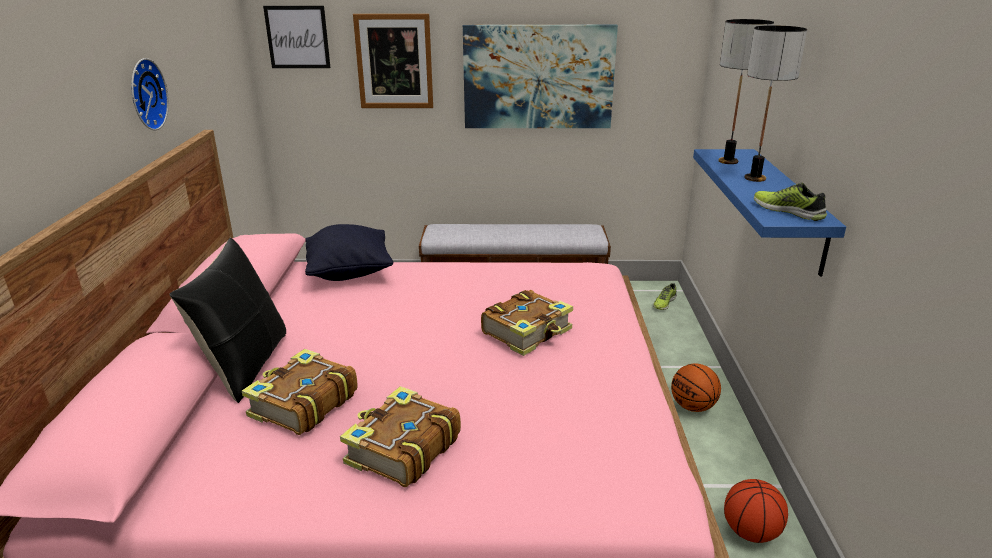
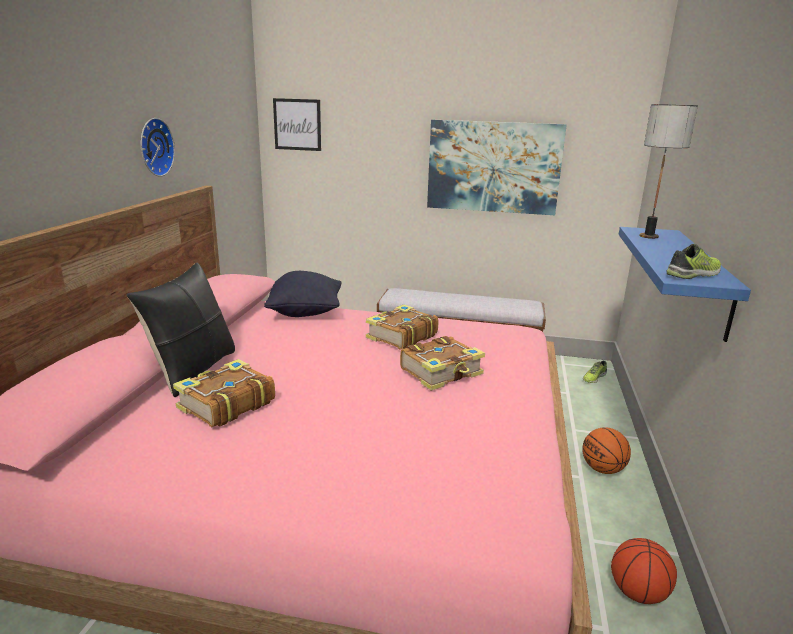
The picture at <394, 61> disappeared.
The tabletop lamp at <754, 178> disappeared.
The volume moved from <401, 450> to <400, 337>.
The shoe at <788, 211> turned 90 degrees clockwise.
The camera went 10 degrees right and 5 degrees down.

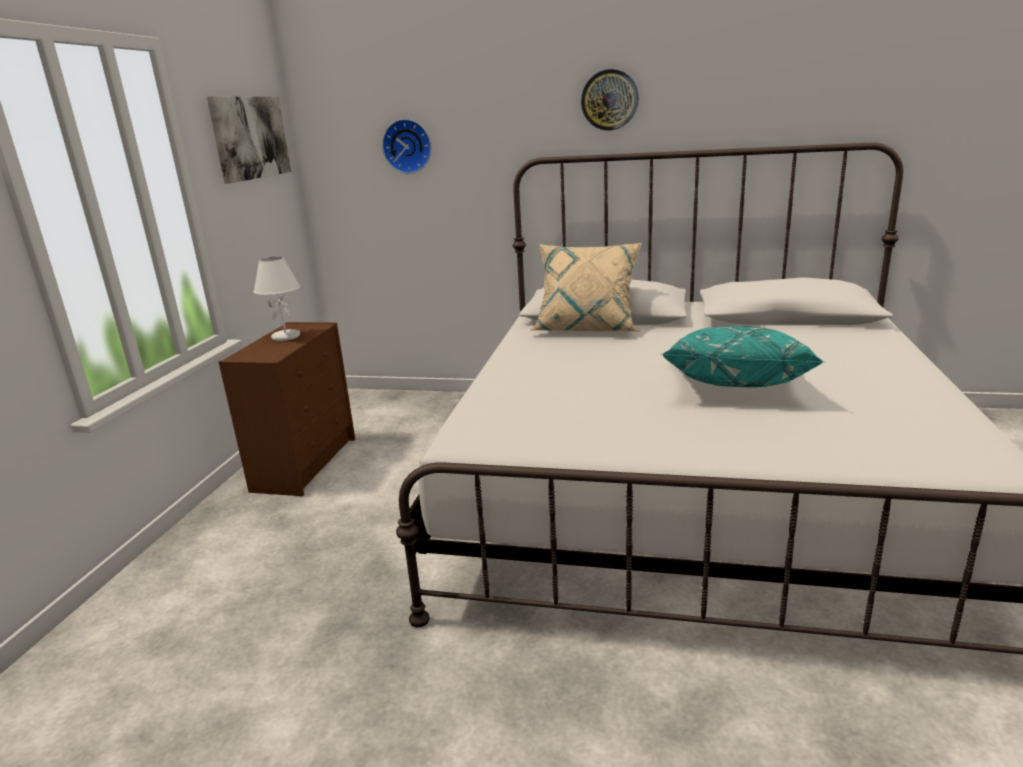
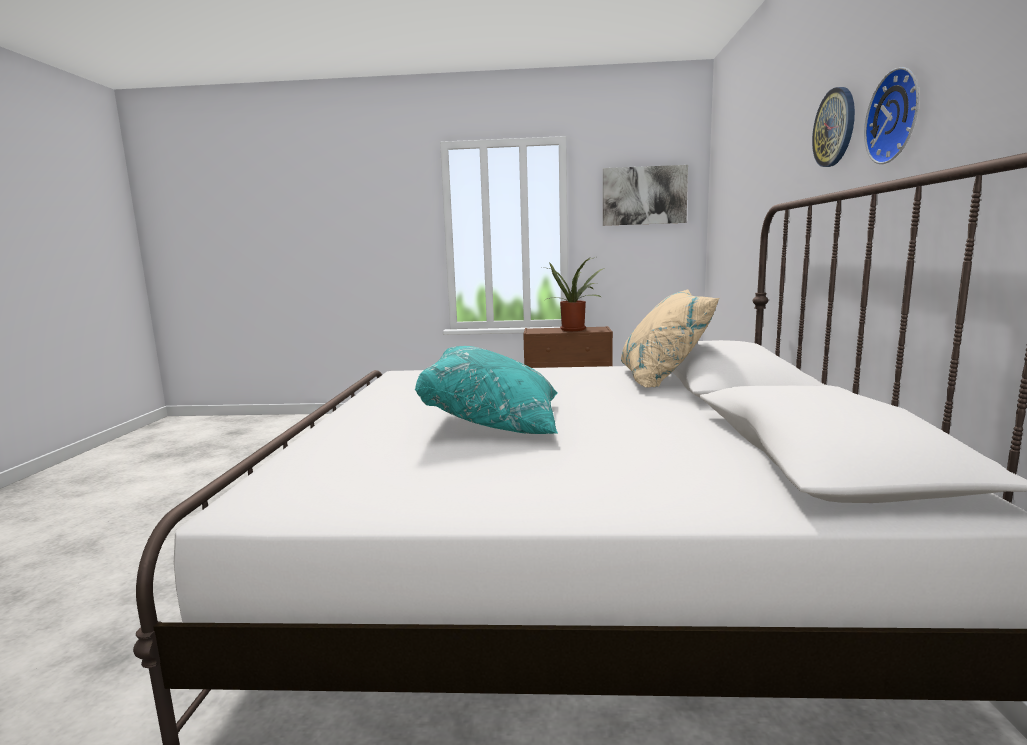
The wall clock moved from <408, 146> to <897, 116>.
The white tabletop lamp at <286, 337> was replaced by the houseplant at <574, 329>.
The camera went 80 degrees right and 10 degrees down.

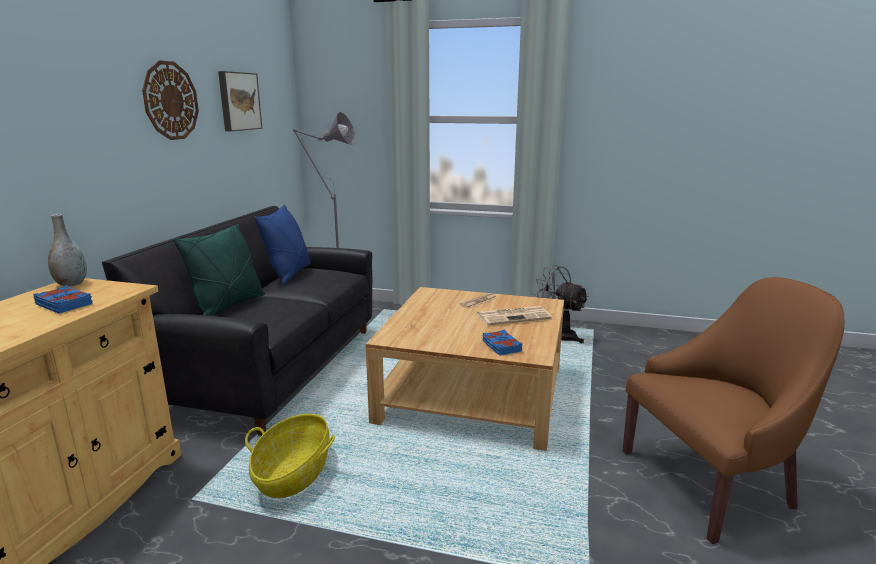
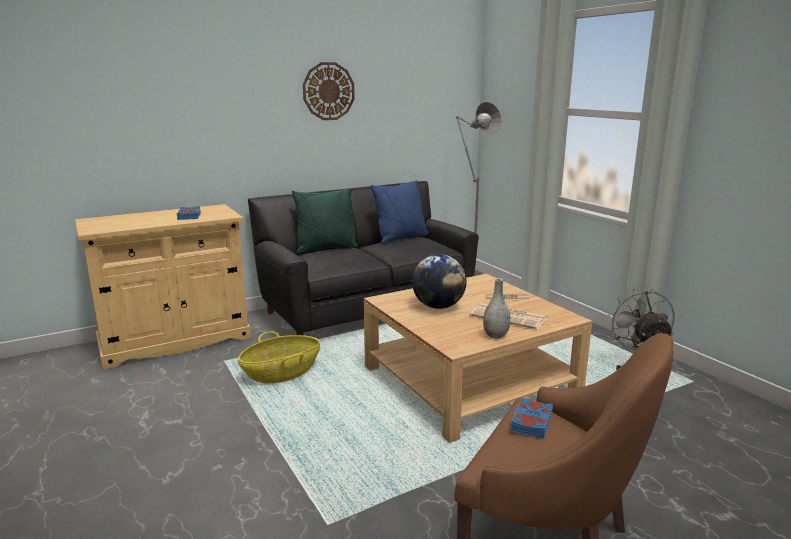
The picture at <238, 101> disappeared.
The globe at <438, 306> appeared.
The gray decorative vase moved from <71, 284> to <495, 335>.
The blue-coloured volume moved from <501, 346> to <530, 422>.
The camera went 45 degrees right and 0 degrees up.

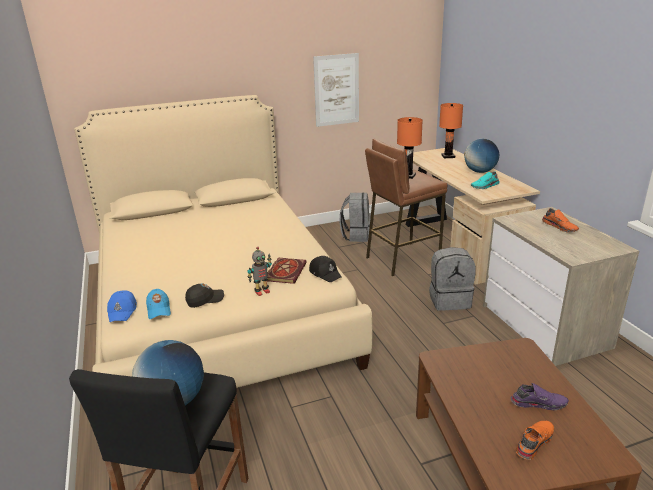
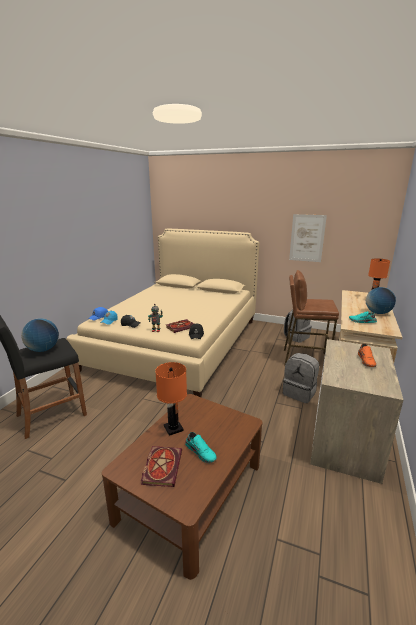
The orangey tabletop lamp moved from <408, 176> to <173, 428>.
The orangey shoe at <533, 442> was replaced by the volume at <161, 466>.
The purple shoe at <538, 403> became the blue-green shoe at <201, 452>.
The camera went 40 degrees right and 5 degrees down.

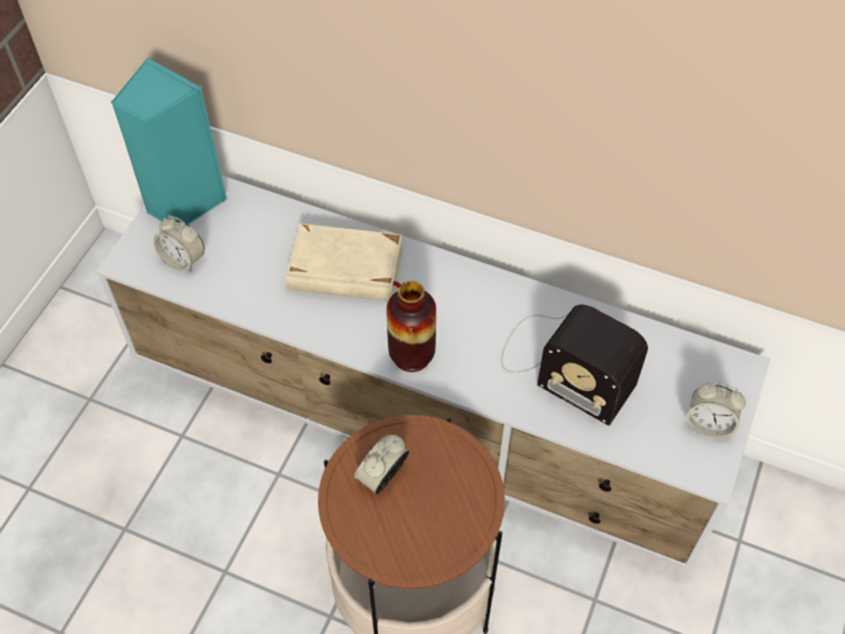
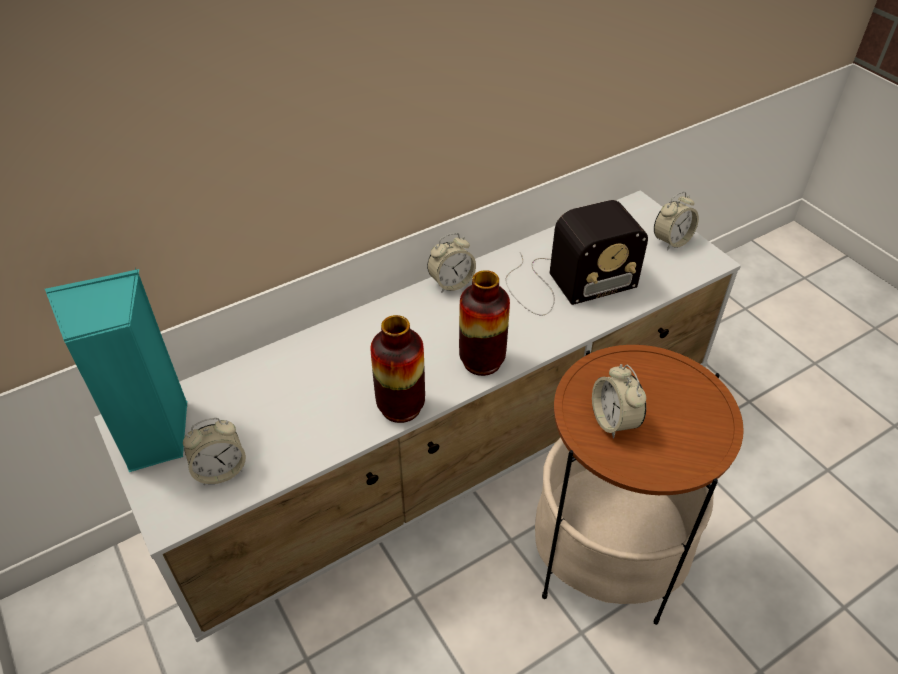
The beige volume at <346, 269> disappeared.
The decorative vase at <401, 407> appeared.
The bedside clock at <451, 283> appeared.
The camera went 55 degrees left and 10 degrees down.

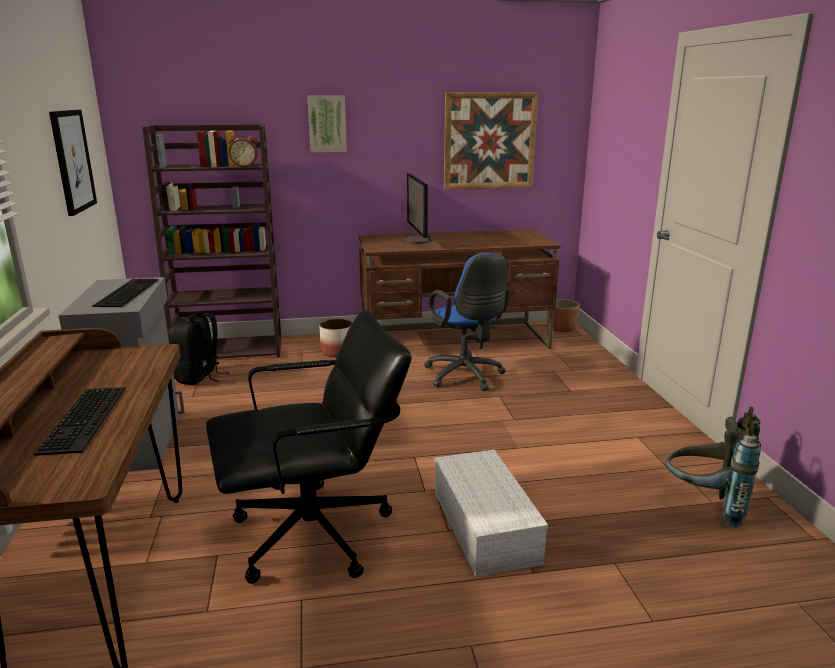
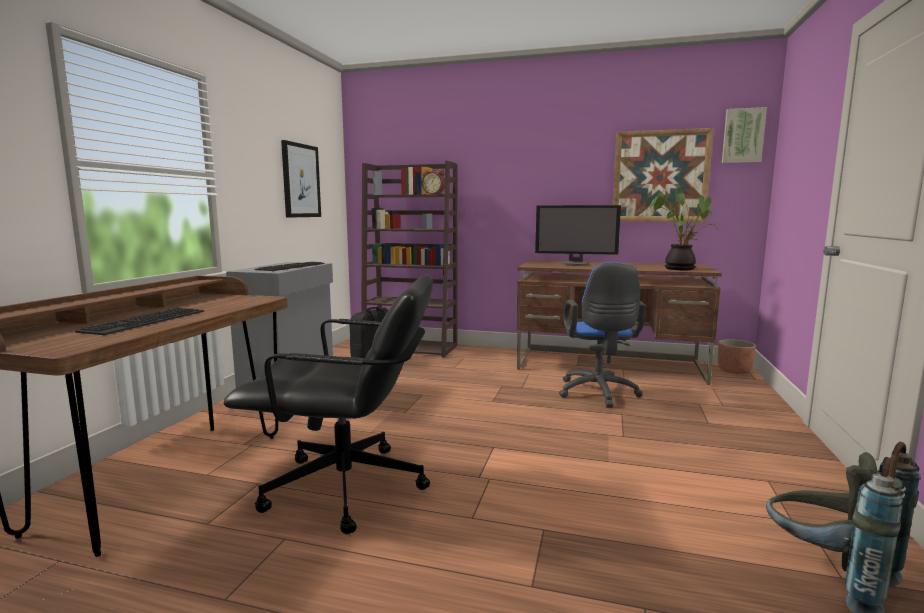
The plant pot at <337, 351> disappeared.
The white storage bin at <487, 527> disappeared.
The houseplant at <680, 268> appeared.
The picture moved from <327, 124> to <743, 136>.
The computer display at <417, 241> turned 90 degrees counterclockwise.
The camera went 25 degrees right and 10 degrees down.

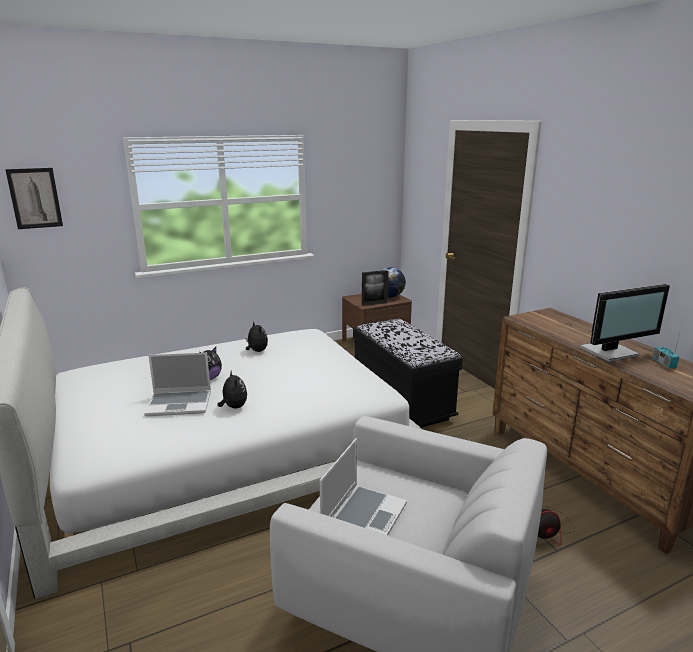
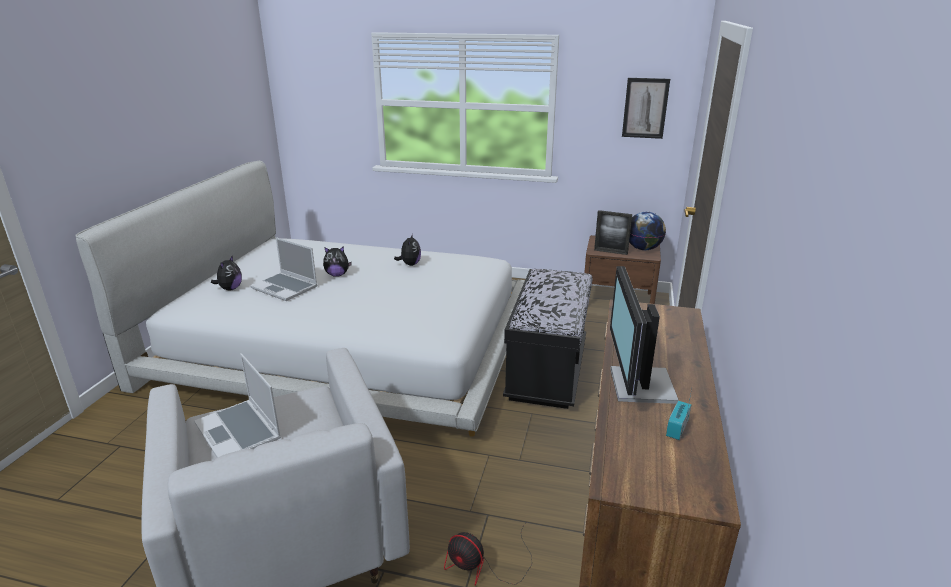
The picture moved from <35, 198> to <645, 108>.
The plush toy moved from <234, 407> to <230, 289>.
The portable computer at <363, 518> turned 75 degrees clockwise.
The computer display at <611, 352> turned 75 degrees clockwise.
The camera went 40 degrees right and 5 degrees up.

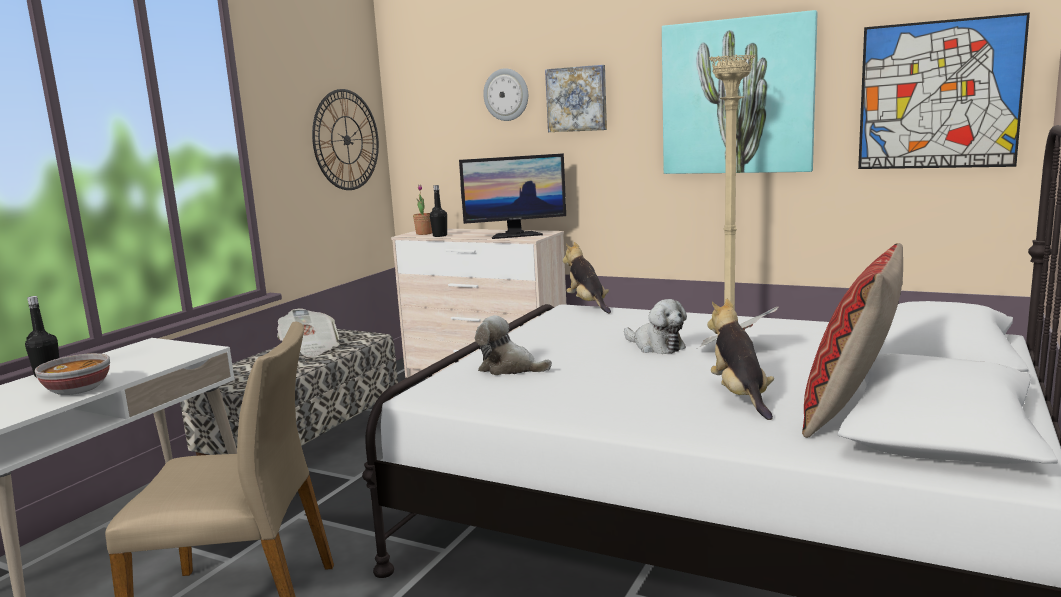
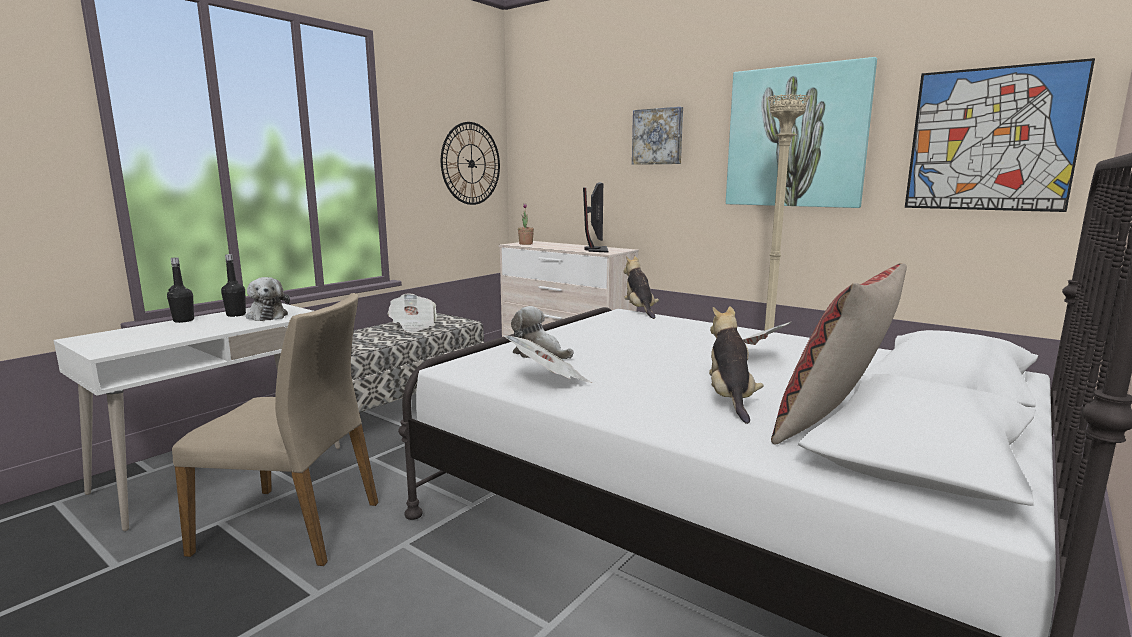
The serving bowl at <78, 390> disappeared.
The wall clock at <506, 94> disappeared.
The printed paper at <548, 381> appeared.
The black bottle moved from <440, 236> to <236, 315>.
The plush toy moved from <656, 346> to <267, 316>.
The computer display at <515, 235> turned 90 degrees counterclockwise.
The camera went 10 degrees right and 0 degrees up.

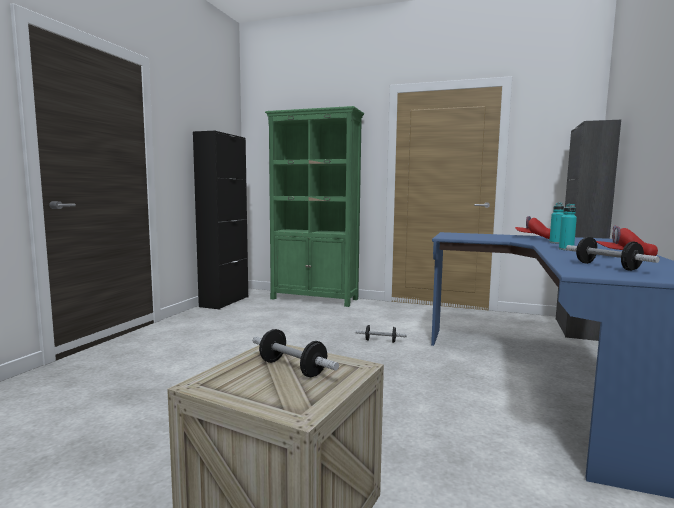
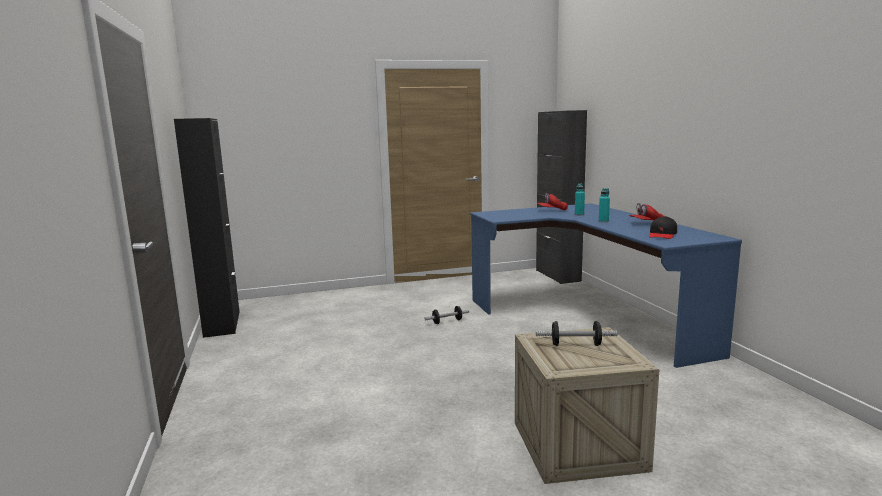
The green-coloured bookcase at <315, 299> disappeared.
The hand weight at <607, 266> was replaced by the black baseball cap at <662, 235>.
The camera went 35 degrees left and 5 degrees up.

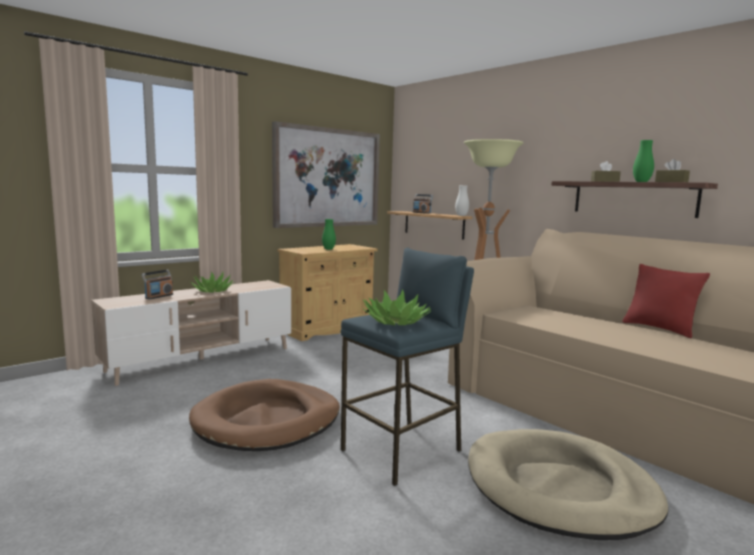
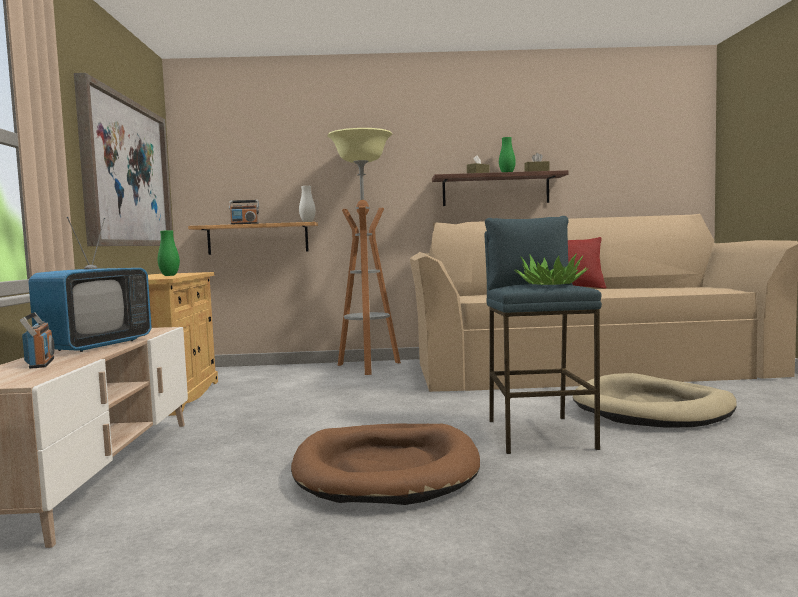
The houseplant at <213, 291> was replaced by the TV set at <96, 345>.
The camera went 50 degrees left and 5 degrees down.

